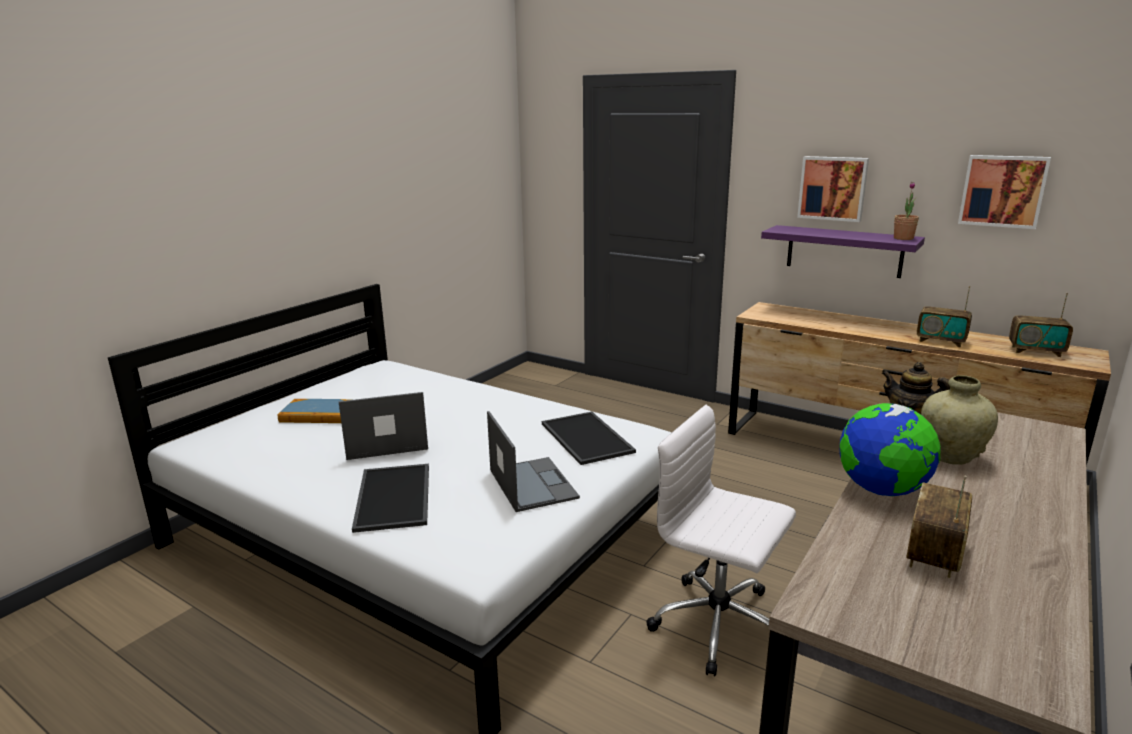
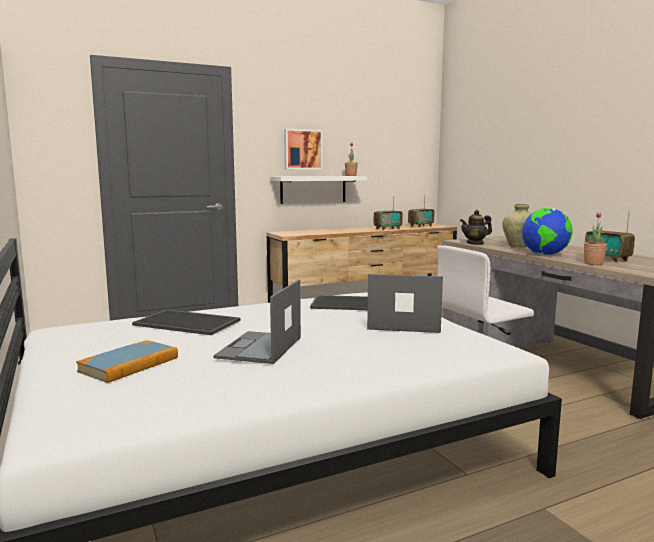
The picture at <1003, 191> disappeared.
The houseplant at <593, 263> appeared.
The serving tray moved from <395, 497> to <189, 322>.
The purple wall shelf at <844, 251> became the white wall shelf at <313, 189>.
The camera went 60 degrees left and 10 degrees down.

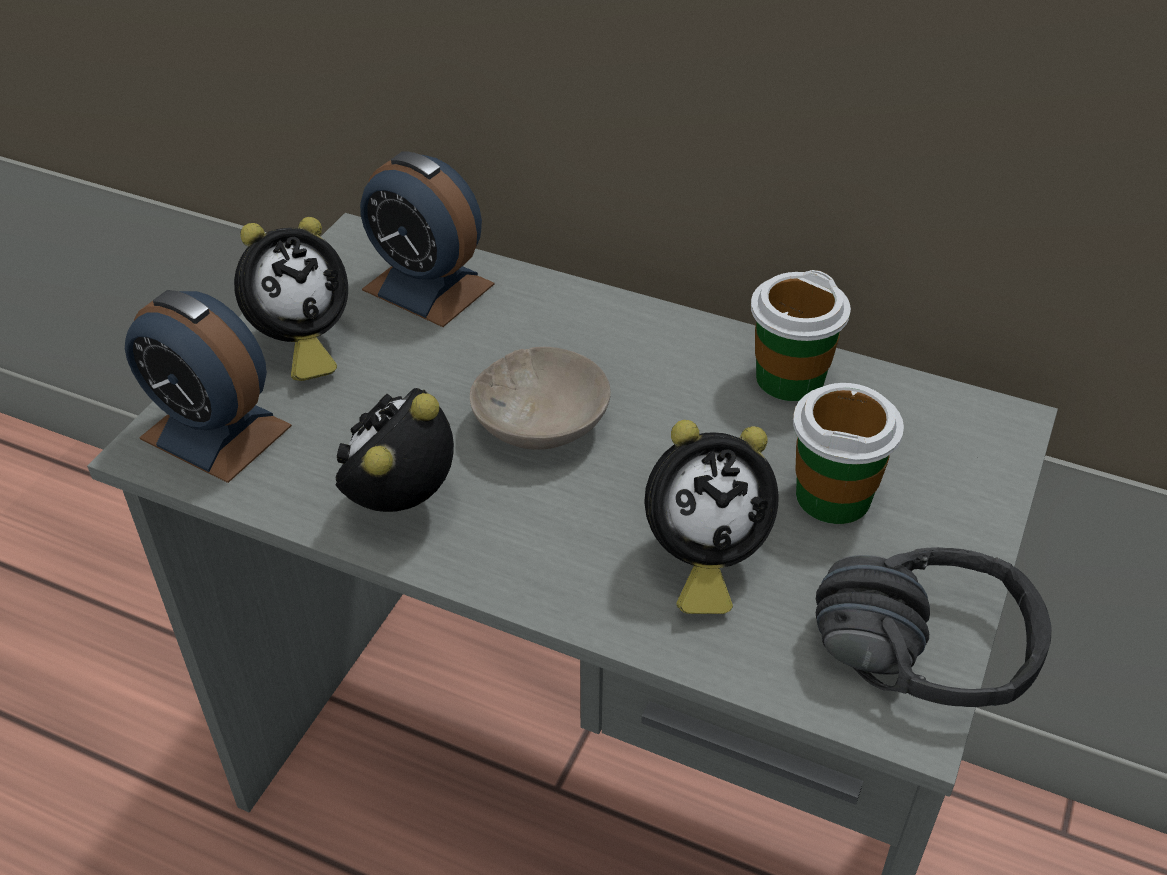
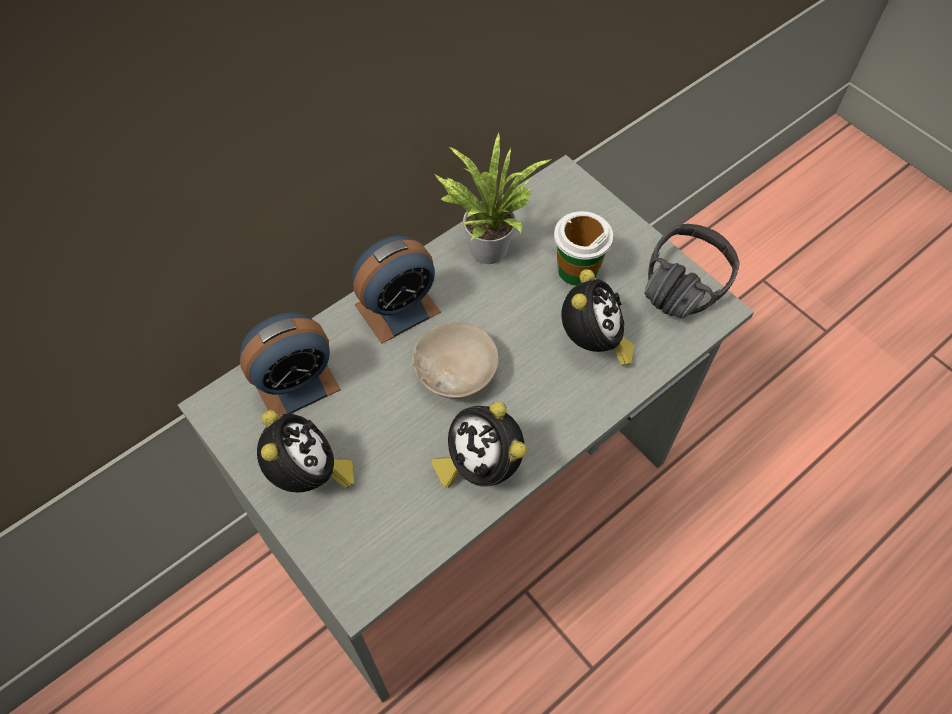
The bedside clock moved from <216, 432> to <397, 308>.
The cup at <789, 378> was replaced by the houseplant at <485, 245>.
The camera went 65 degrees left and 15 degrees up.

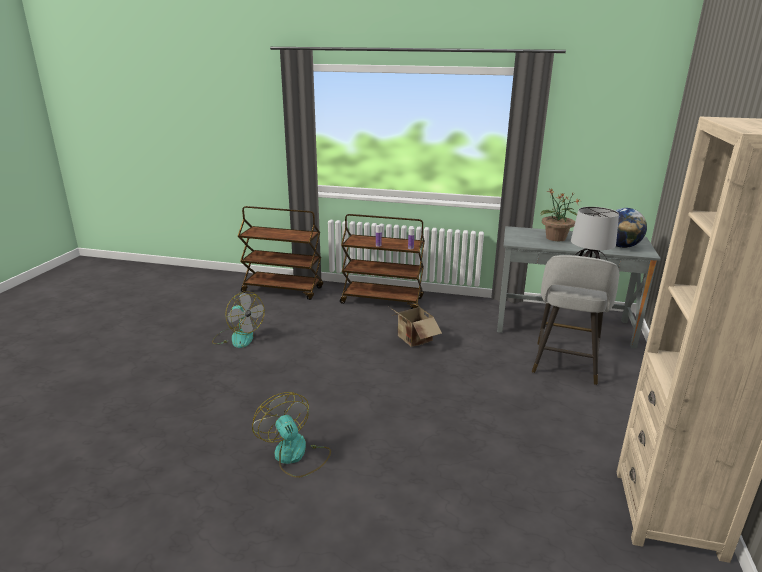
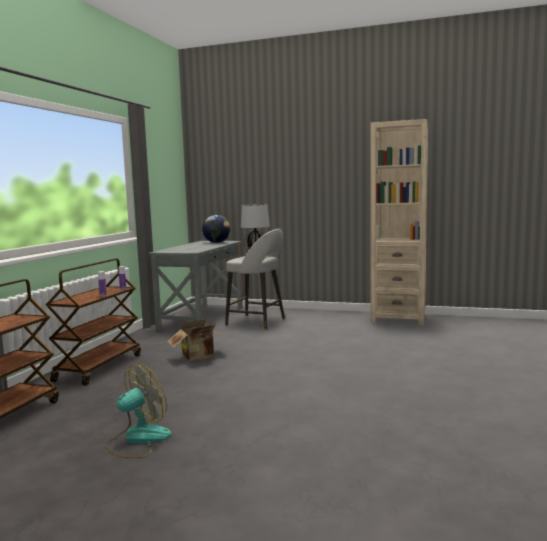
The cooling fan at <295, 456> disappeared.
The houseplant at <556, 238> disappeared.
The camera went 85 degrees left and 15 degrees down.

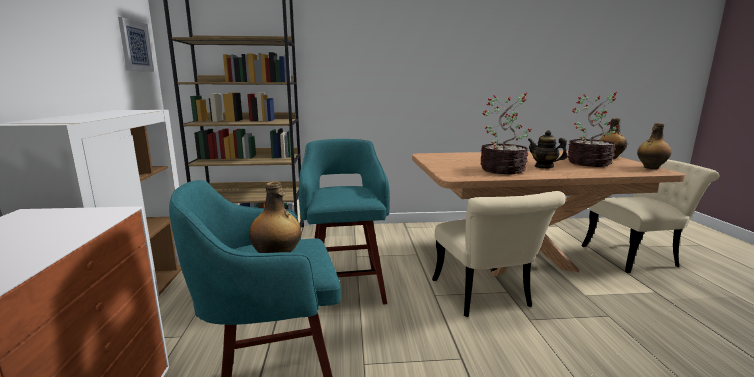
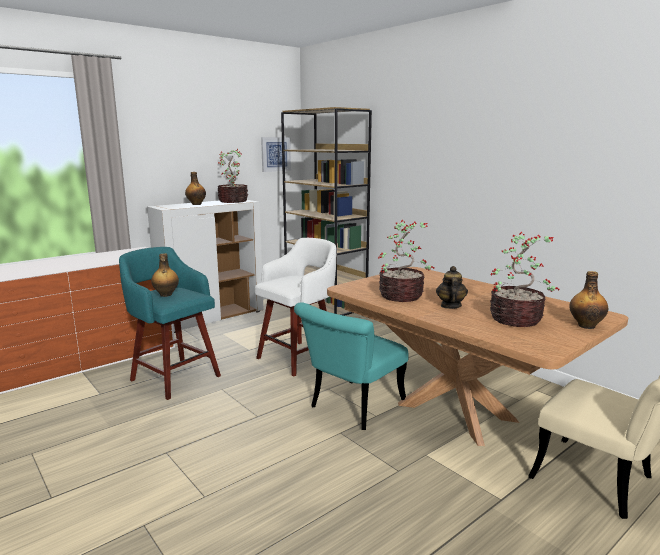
The houseplant at <233, 201> appeared.
The bottle moved from <650, 167> to <196, 204>.
The blue-green sitting stool at <345, 286> became the white sitting stool at <299, 357>.
The beige chair at <486, 298> became the blue-green chair at <351, 408>.
The camera went 55 degrees right and 0 degrees up.

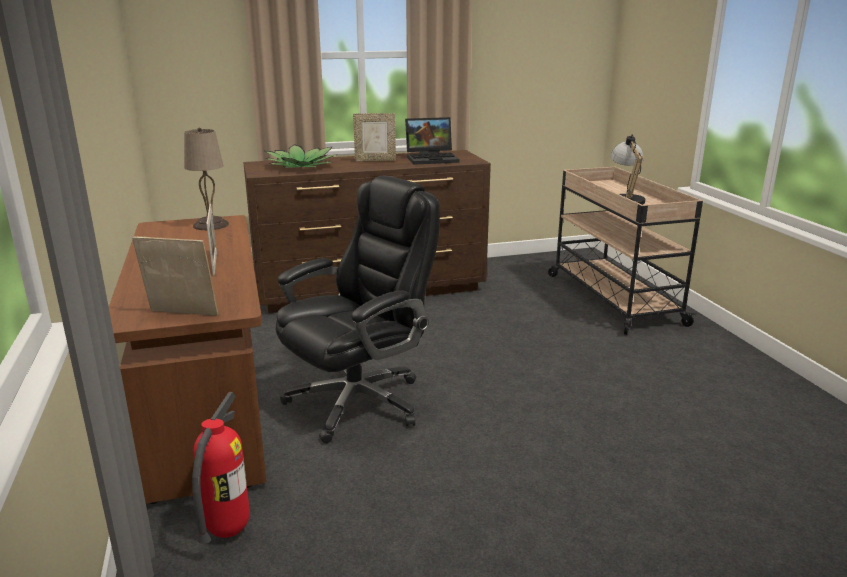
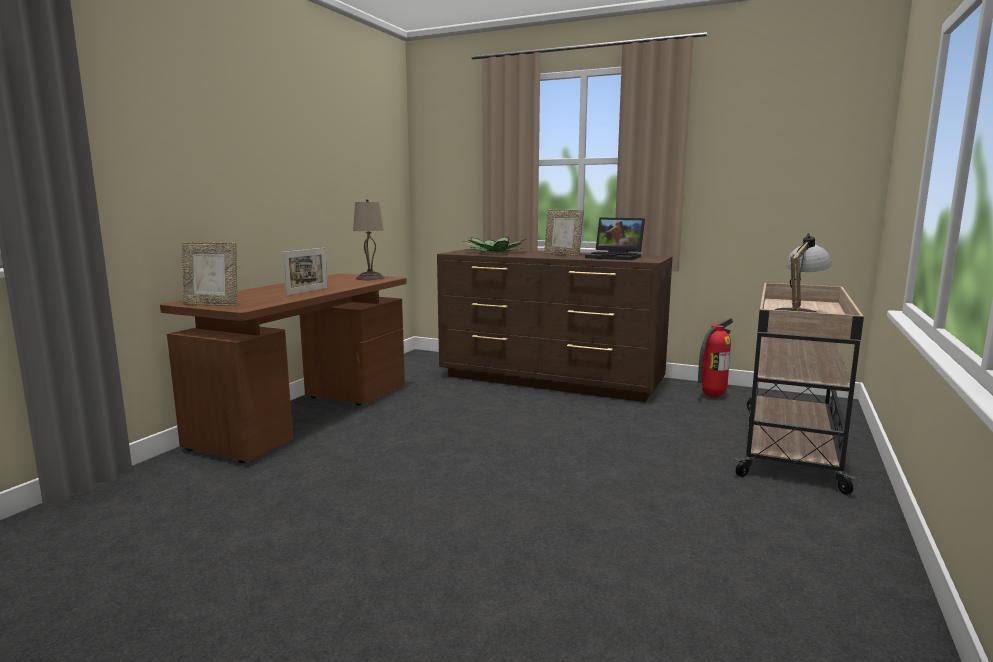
The black office chair at <359, 401> disappeared.
The fire extinguisher moved from <228, 531> to <712, 396>.
The standing frame at <182, 314> turned 135 degrees clockwise.
The camera went 40 degrees right and 10 degrees down.

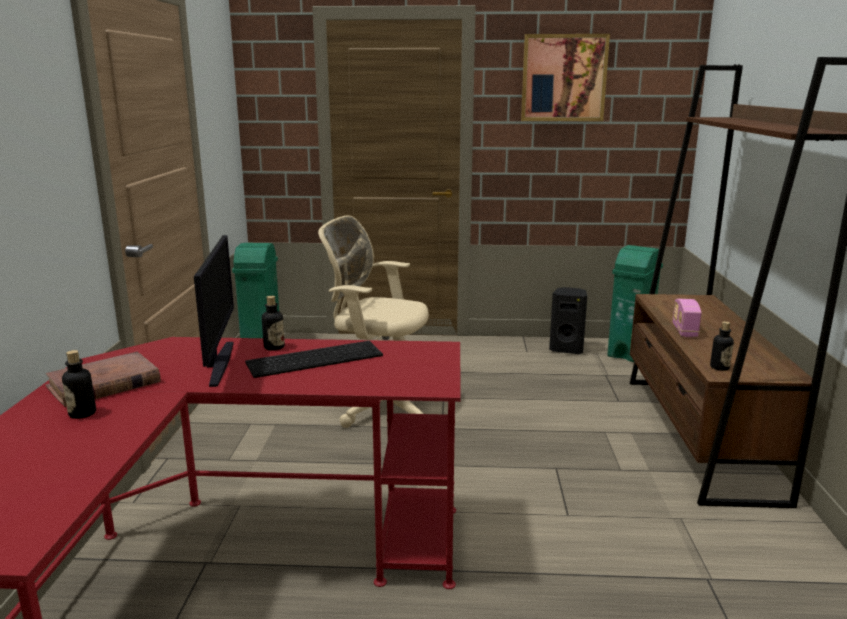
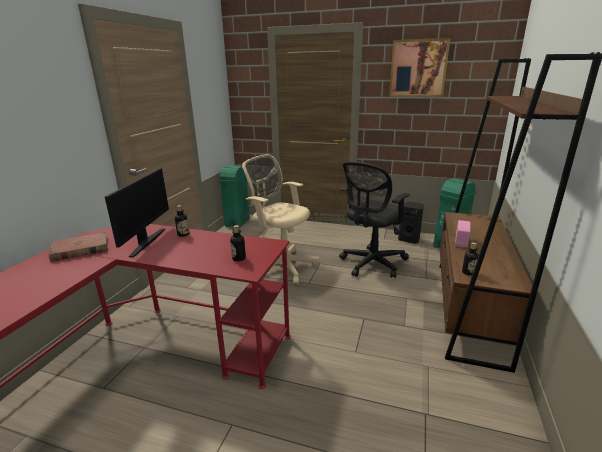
The keyboard at <315, 358> disappeared.
The black office chair at <371, 264> appeared.
The bottle moved from <82, 413> to <239, 258>.
The camera went 15 degrees right and 5 degrees up.

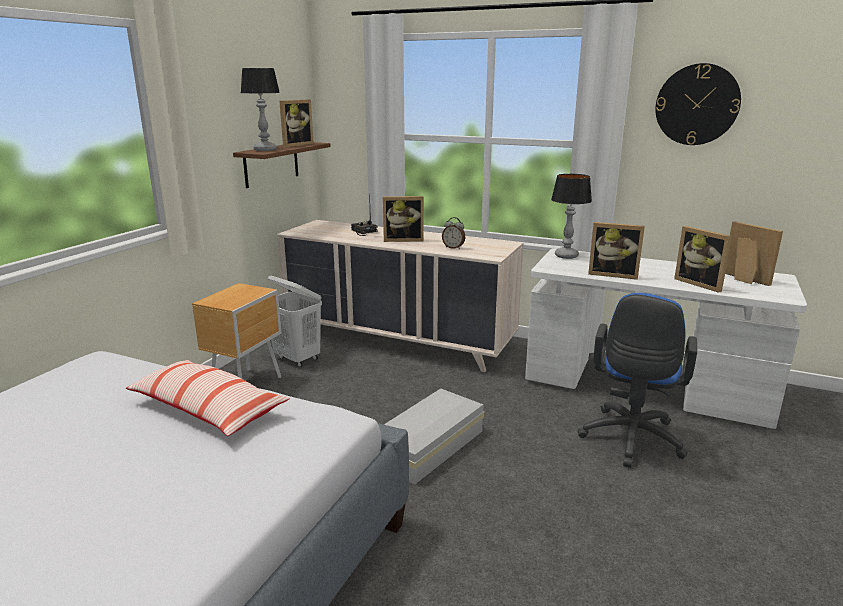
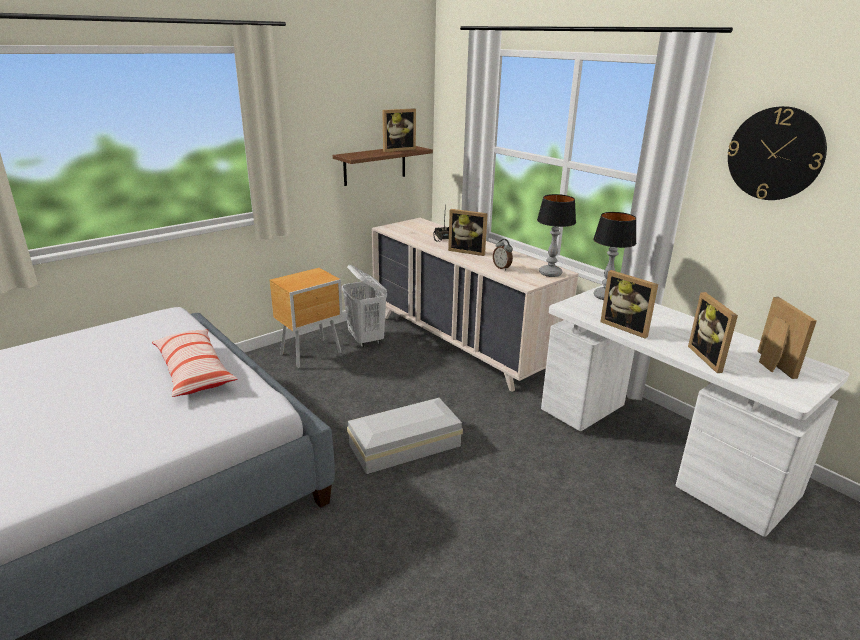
The blue-coloured office chair at <630, 441> disappeared.
The tabletop lamp moved from <265, 150> to <551, 273>.
The camera went 25 degrees right and 5 degrees up.

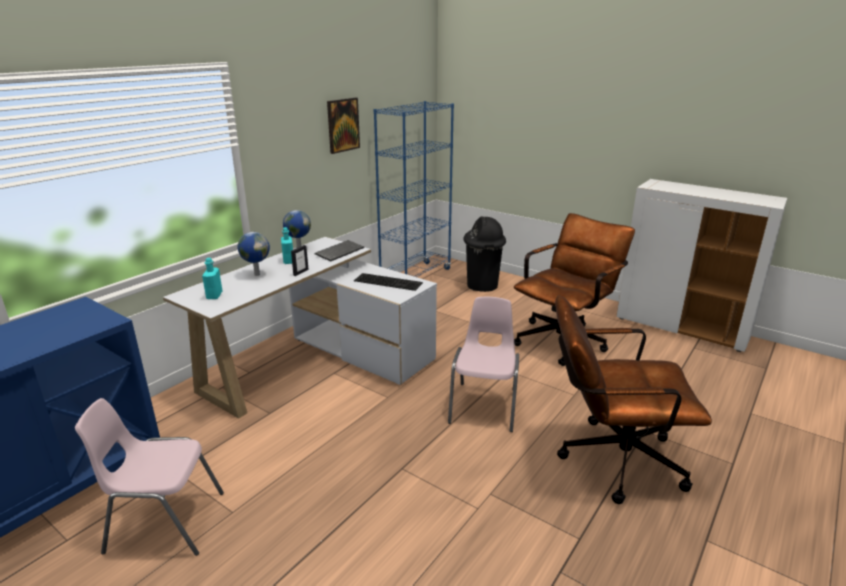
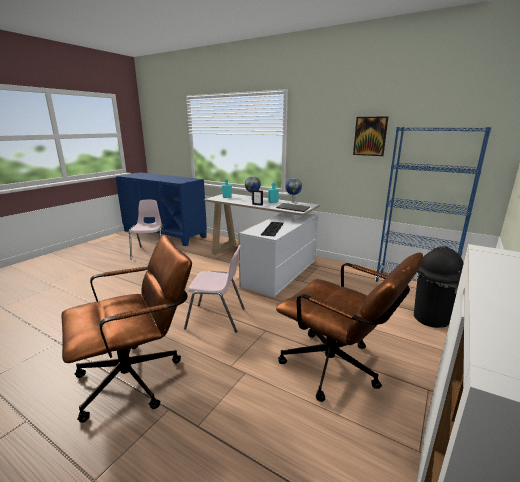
The brown office chair at <610, 459> turned 60 degrees clockwise.
The camera went 85 degrees right and 5 degrees down.

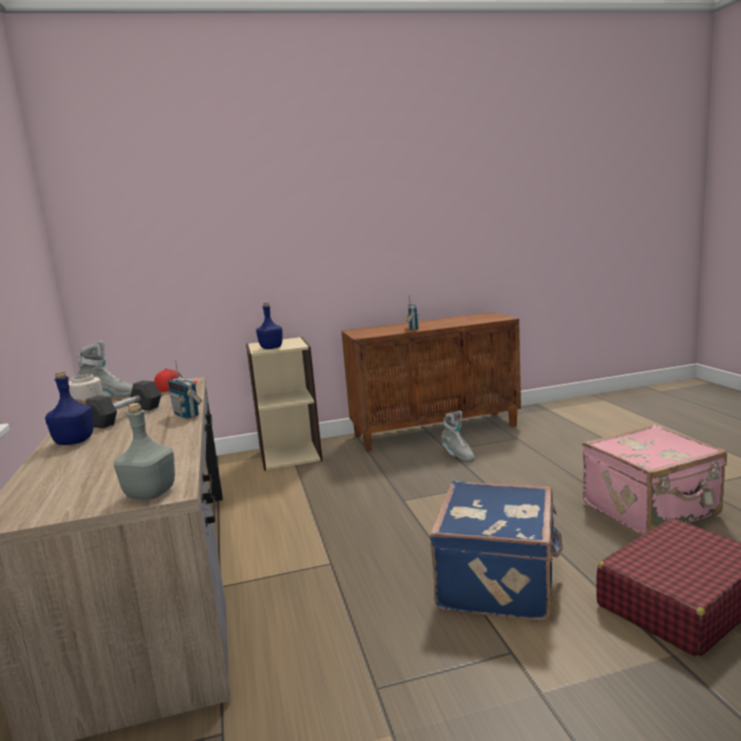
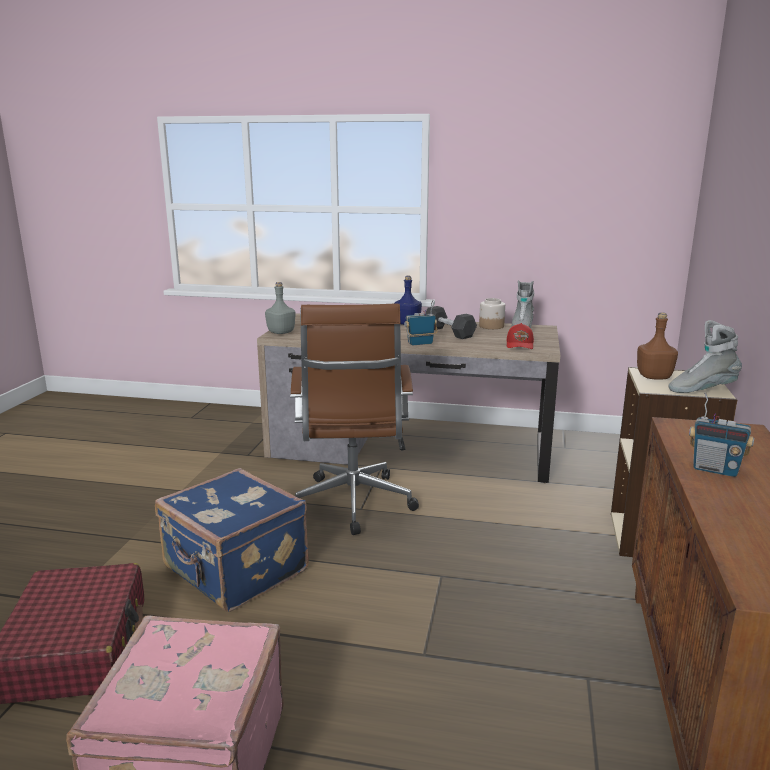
The brown office chair at <353, 505> appeared.
The gray boot moved from <457, 455> to <702, 390>.
The blue-coloured bottle at <271, 348> became the brown bottle at <653, 377>.
The camera went 115 degrees right and 5 degrees up.

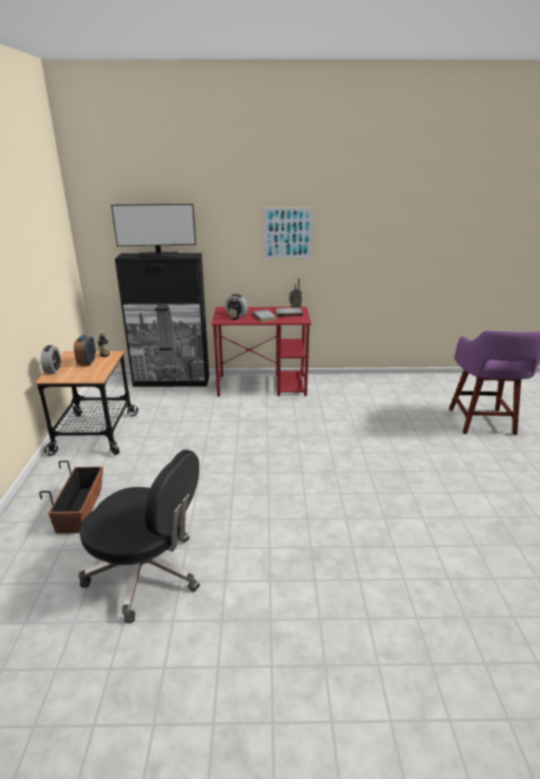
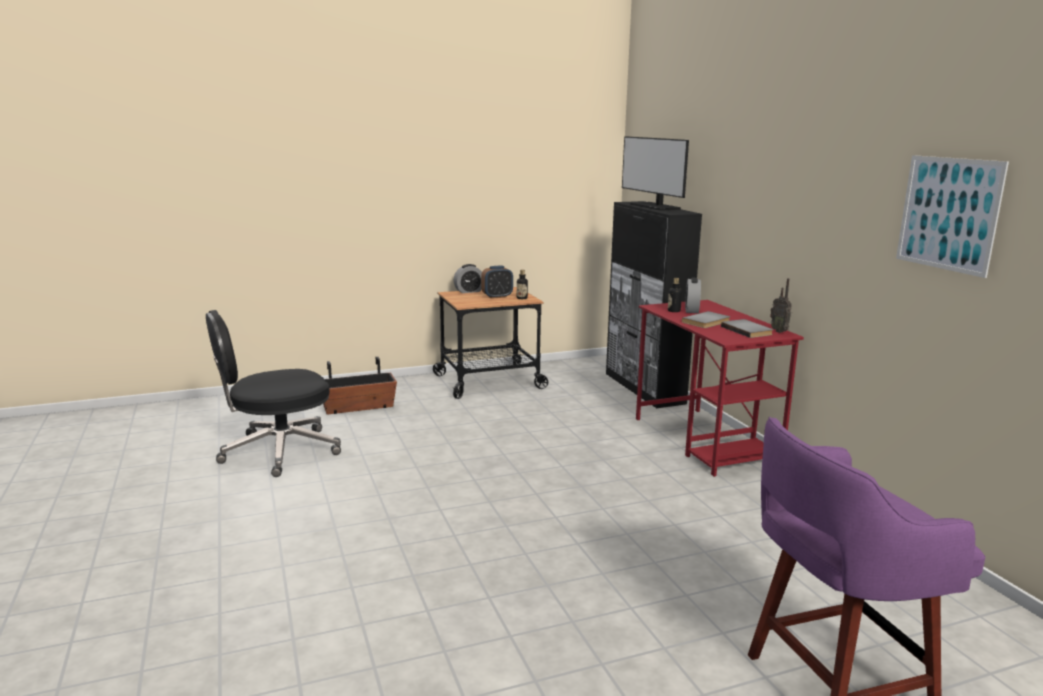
The picture moved from <288, 233> to <948, 214>.
The black office chair at <147, 573> turned 60 degrees clockwise.
The camera went 70 degrees right and 10 degrees down.

